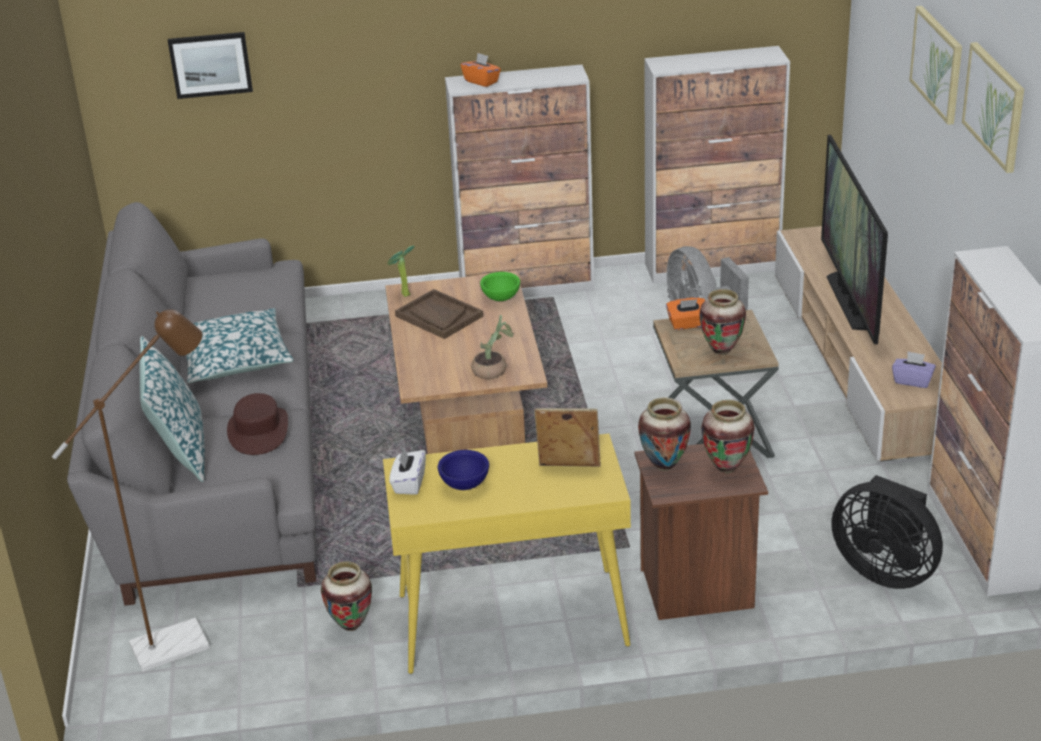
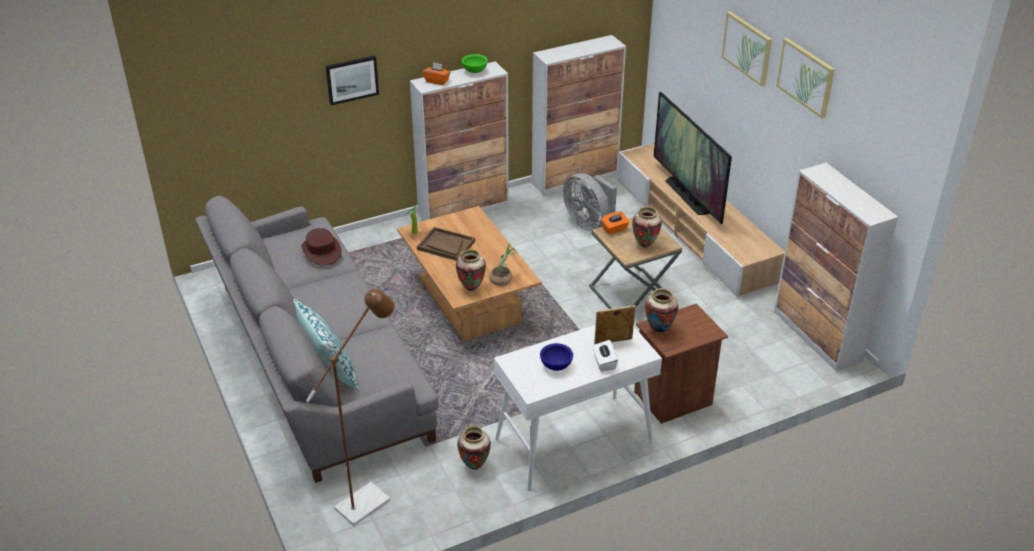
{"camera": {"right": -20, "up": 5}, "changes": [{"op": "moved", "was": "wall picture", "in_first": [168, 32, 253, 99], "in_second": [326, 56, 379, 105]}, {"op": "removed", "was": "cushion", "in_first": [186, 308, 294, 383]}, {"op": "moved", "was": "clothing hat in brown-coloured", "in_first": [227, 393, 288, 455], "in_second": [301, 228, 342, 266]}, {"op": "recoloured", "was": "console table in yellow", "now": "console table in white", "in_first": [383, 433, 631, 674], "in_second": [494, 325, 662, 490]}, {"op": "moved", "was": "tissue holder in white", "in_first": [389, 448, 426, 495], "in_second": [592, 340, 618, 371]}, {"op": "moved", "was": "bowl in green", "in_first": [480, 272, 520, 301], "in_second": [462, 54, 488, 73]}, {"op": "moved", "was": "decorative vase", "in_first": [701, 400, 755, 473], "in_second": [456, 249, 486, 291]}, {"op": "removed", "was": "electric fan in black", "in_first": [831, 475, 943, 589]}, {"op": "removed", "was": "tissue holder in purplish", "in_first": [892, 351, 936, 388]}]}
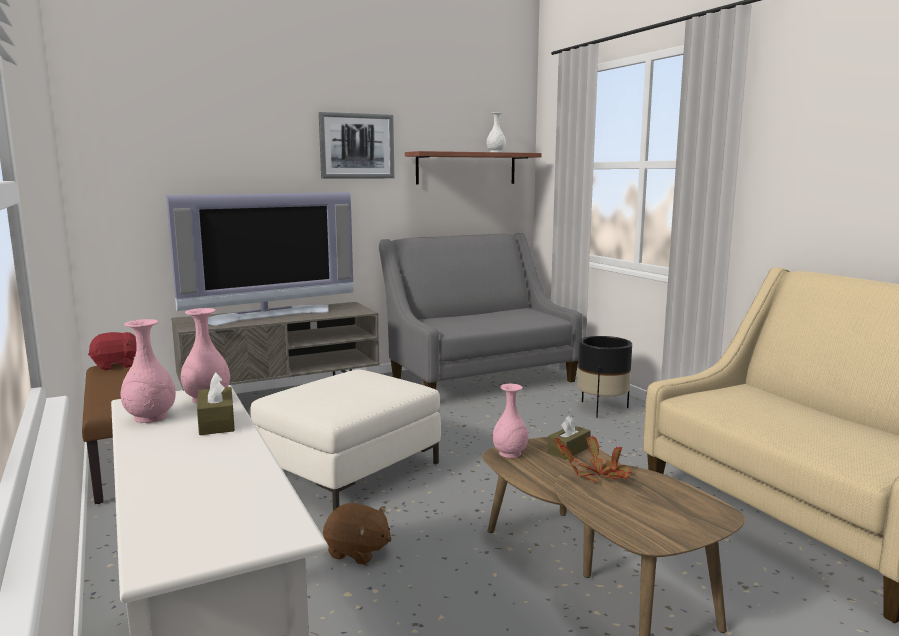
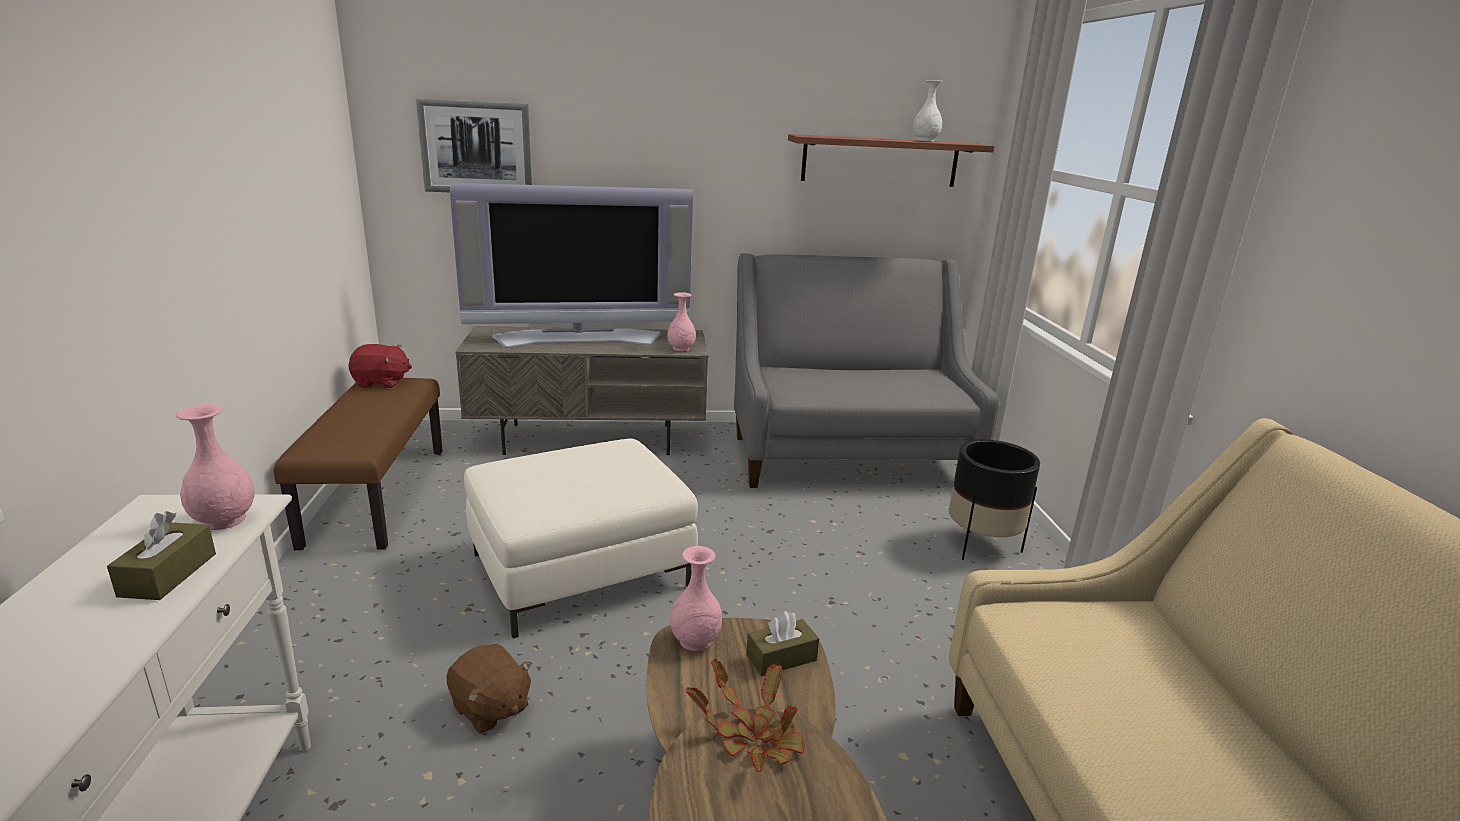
{"camera": {"right": 20, "up": 10}, "changes": [{"op": "moved", "was": "decorative vase in pink-coloured", "in_first": [120, 319, 176, 423], "in_second": [667, 292, 696, 352]}, {"op": "moved", "was": "wall picture", "in_first": [319, 112, 394, 179], "in_second": [416, 99, 532, 192]}]}
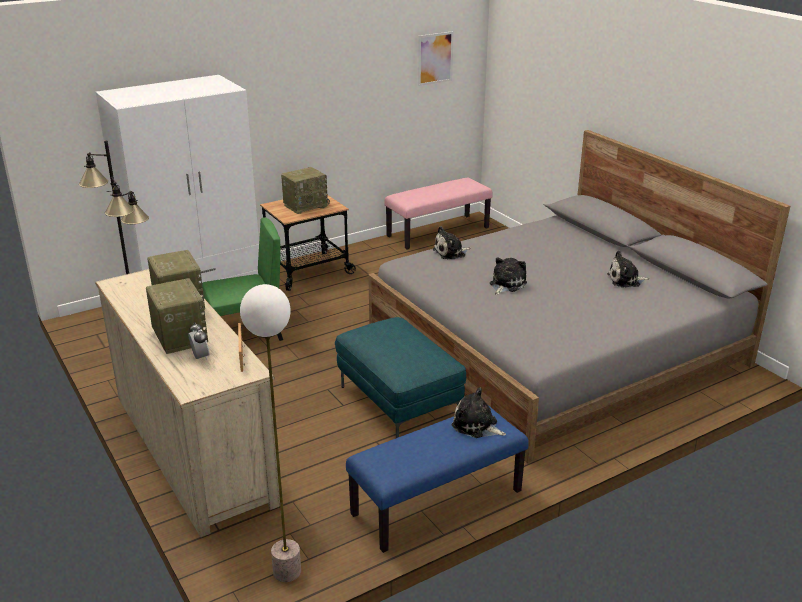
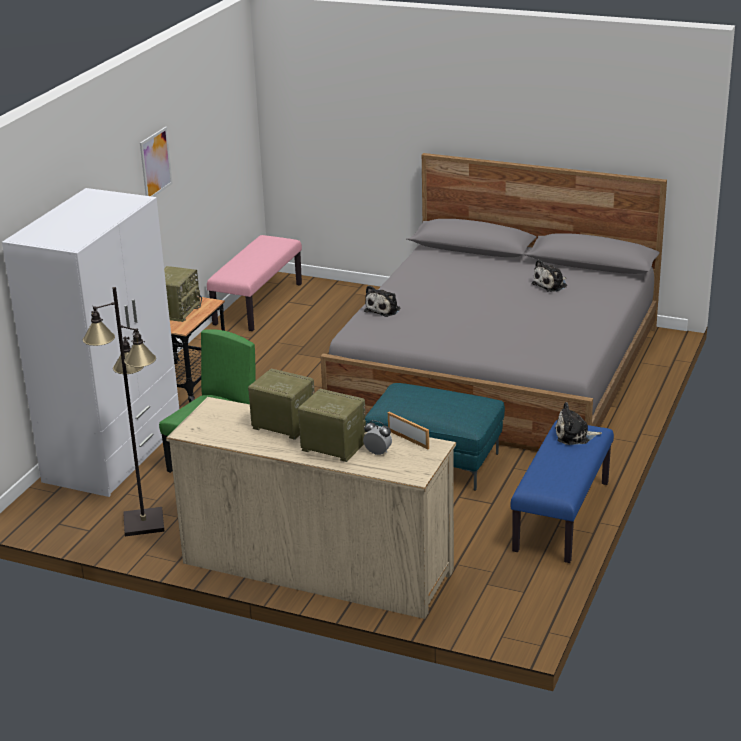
{"camera": {"right": -35, "up": 0}, "changes": [{"op": "removed", "was": "standing lamp", "in_first": [240, 284, 301, 582]}, {"op": "moved", "was": "wall picture", "in_first": [418, 31, 454, 86], "in_second": [140, 127, 173, 197]}, {"op": "removed", "was": "cuddly toy", "in_first": [490, 258, 527, 295]}]}
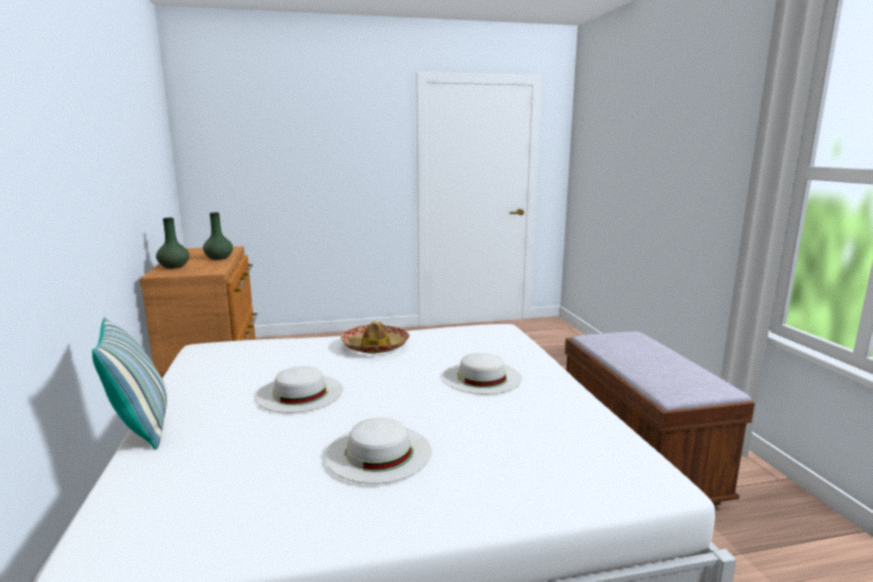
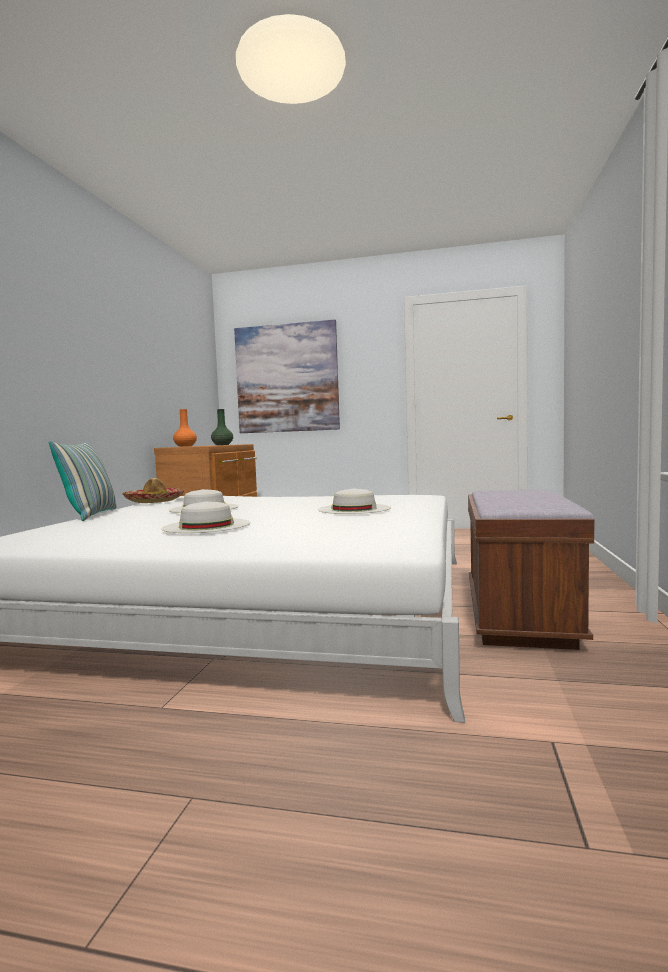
{"camera": {"right": 25, "up": -10}, "changes": [{"op": "recoloured", "was": "decorative vase in green", "now": "decorative vase in orange-coloured", "in_first": [156, 218, 189, 269], "in_second": [173, 409, 197, 447]}, {"op": "moved", "was": "clothing hat", "in_first": [341, 321, 409, 354], "in_second": [122, 478, 185, 503]}, {"op": "added", "now": "wall picture", "in_second": [234, 319, 340, 433]}]}
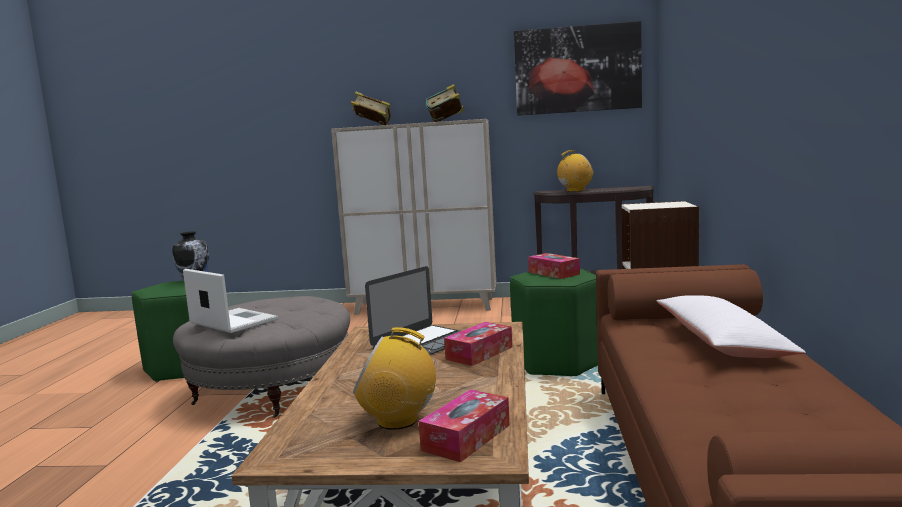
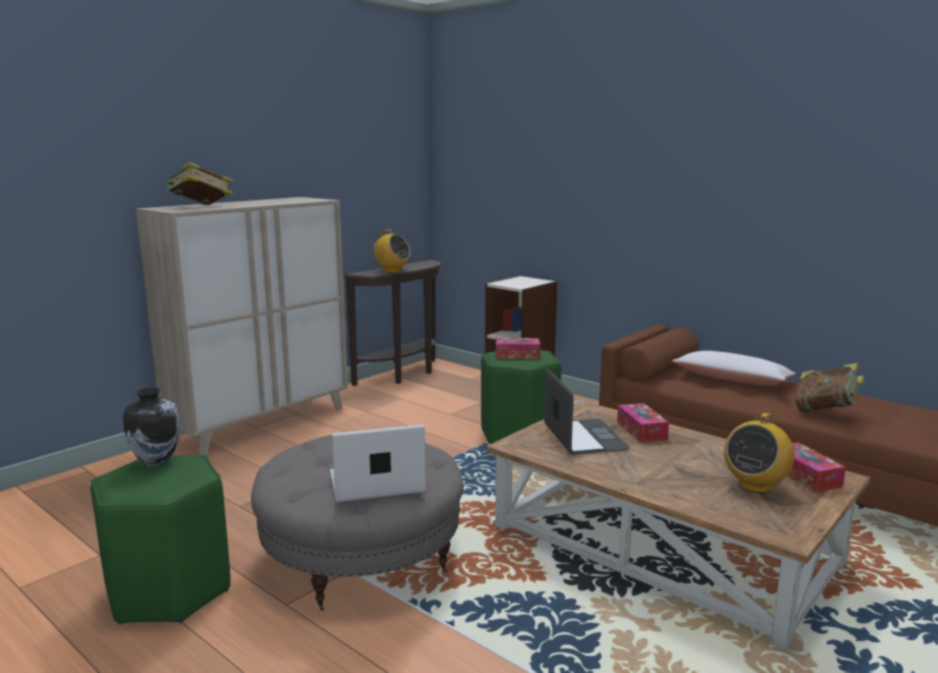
{"camera": {"right": -55, "up": 5}, "changes": [{"op": "moved", "was": "book", "in_first": [426, 84, 464, 122], "in_second": [795, 363, 864, 412]}, {"op": "removed", "was": "wall picture", "in_first": [514, 21, 642, 116]}, {"op": "turned", "was": "radio receiver", "in_first": [557, 150, 594, 192], "in_second": [373, 229, 410, 273], "clockwise": 105}]}
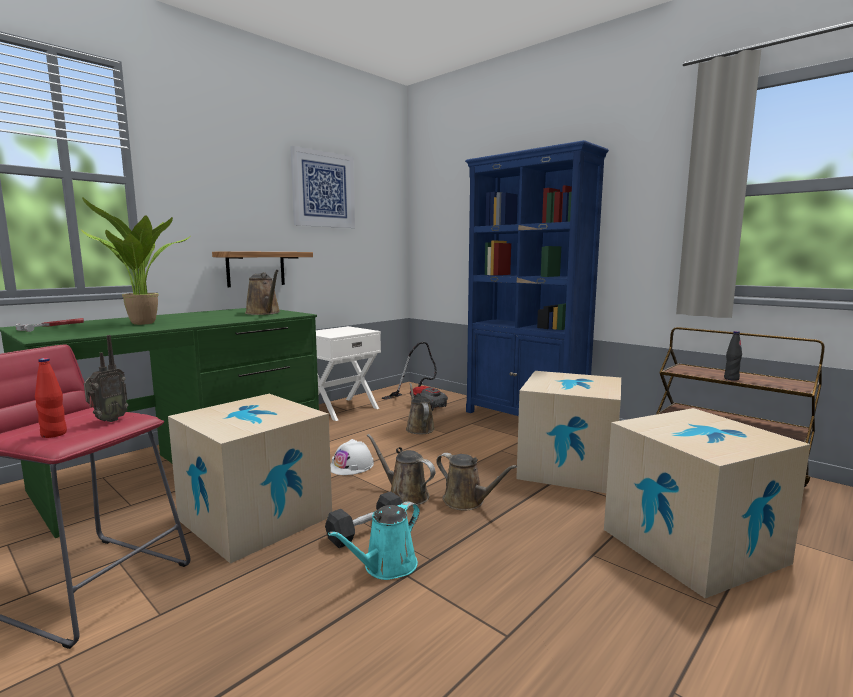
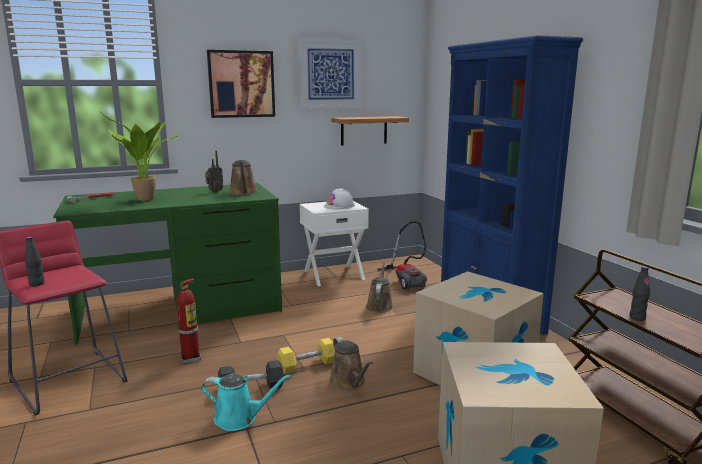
{"camera": {"right": 25, "up": 5}, "changes": [{"op": "recoloured", "was": "bottle in red", "now": "bottle in black", "in_first": [35, 358, 67, 438], "in_second": [25, 237, 45, 286]}, {"op": "moved", "was": "radio receiver", "in_first": [84, 335, 128, 422], "in_second": [205, 151, 224, 192]}, {"op": "replaced", "was": "carton", "now": "fire extinguisher", "in_first": [168, 394, 332, 564], "in_second": [176, 278, 201, 364]}, {"op": "moved", "was": "shelf", "in_first": [212, 251, 313, 287], "in_second": [331, 116, 409, 145]}, {"op": "turned", "was": "sprinkling can in turquoise", "in_first": [328, 501, 420, 580], "in_second": [201, 374, 291, 431], "clockwise": -150}, {"op": "moved", "was": "work helmet in white", "in_first": [331, 439, 374, 475], "in_second": [323, 188, 355, 209]}, {"op": "replaced", "was": "sprinkling can in brown-coloured", "now": "hand weight in yellow", "in_first": [367, 434, 436, 506], "in_second": [277, 338, 335, 374]}, {"op": "added", "now": "wall picture", "in_second": [207, 50, 275, 118]}]}
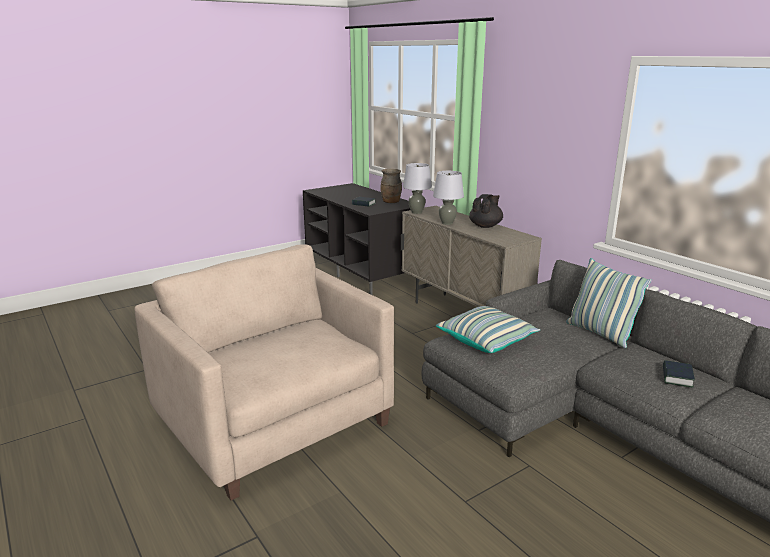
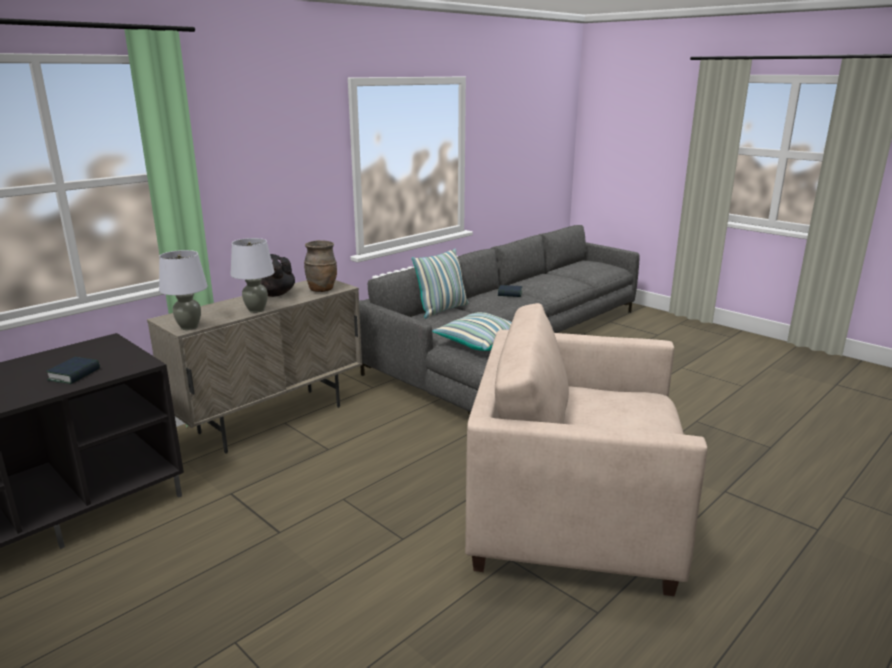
{"camera": {"right": -100, "up": 0}, "changes": [{"op": "turned", "was": "lounge chair in beige-coloured", "in_first": [134, 245, 394, 500], "in_second": [465, 303, 707, 596], "clockwise": 60}, {"op": "moved", "was": "decorative vase in brown-coloured", "in_first": [380, 169, 402, 203], "in_second": [304, 240, 337, 292]}]}
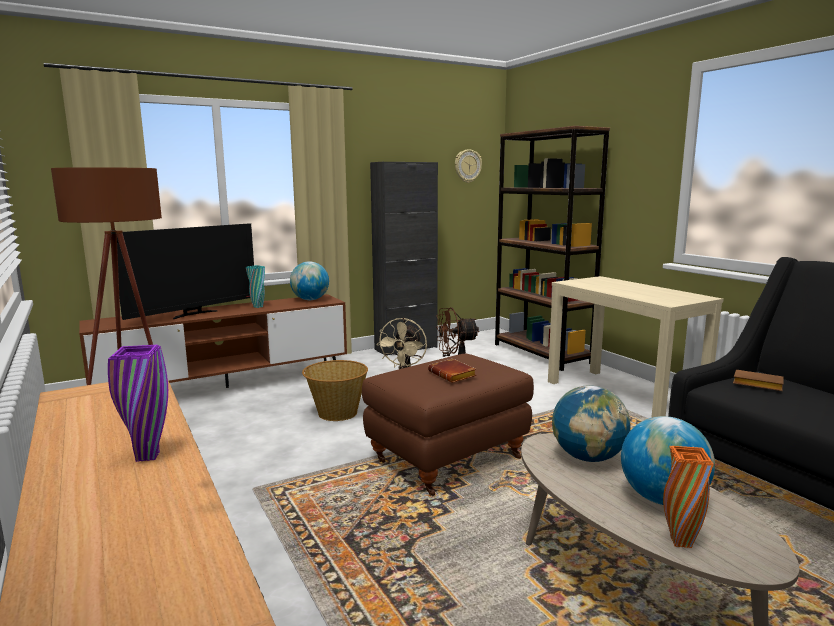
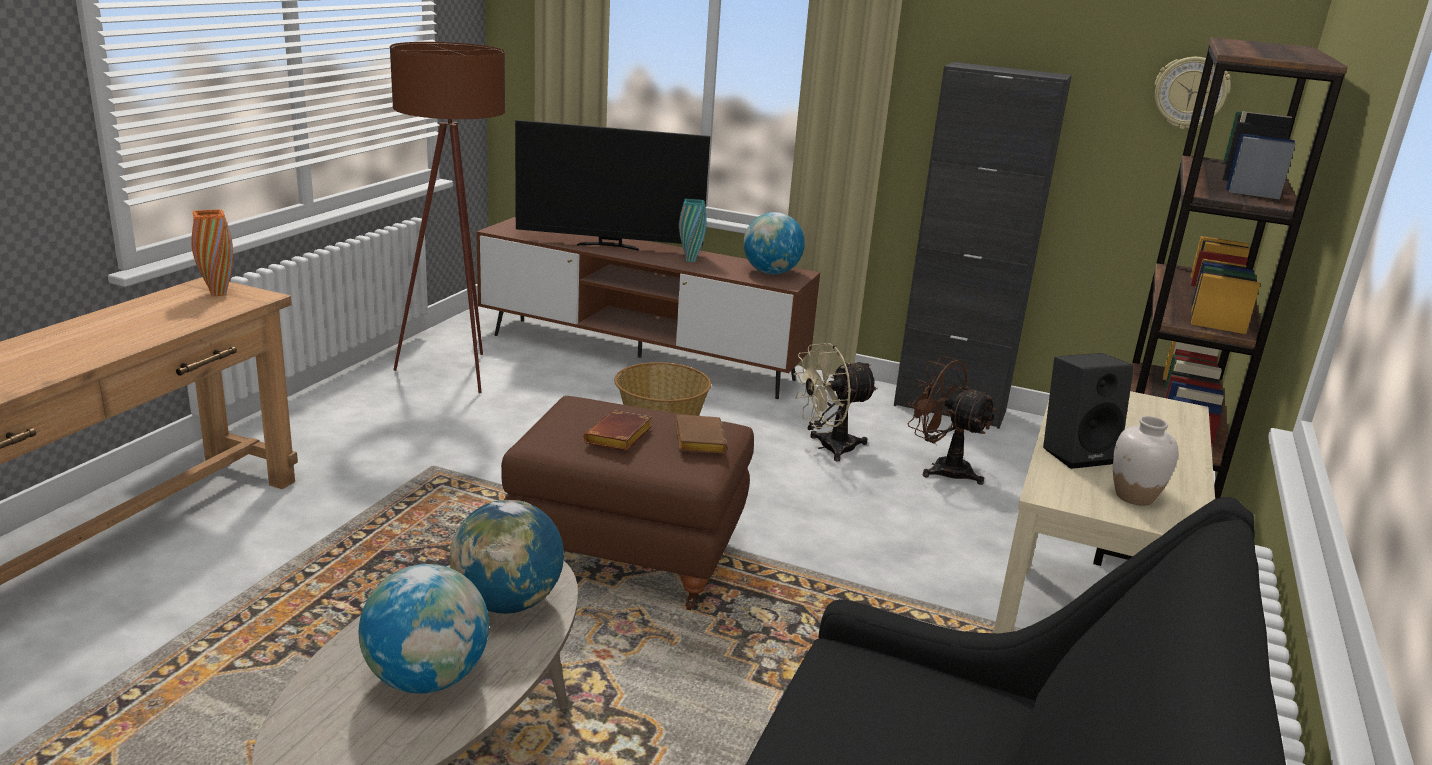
{"camera": {"right": 50, "up": 10}, "changes": [{"op": "removed", "was": "decorative vase in purplish", "in_first": [108, 345, 168, 462]}, {"op": "moved", "was": "decorative vase in orange-coloured", "in_first": [663, 446, 714, 548], "in_second": [191, 209, 233, 297]}, {"op": "moved", "was": "book in brown-coloured", "in_first": [733, 370, 784, 391], "in_second": [675, 414, 728, 454]}, {"op": "added", "now": "loudspeaker in black", "in_second": [1043, 353, 1134, 469]}, {"op": "added", "now": "decorative vase in white", "in_second": [1113, 416, 1178, 506]}]}
